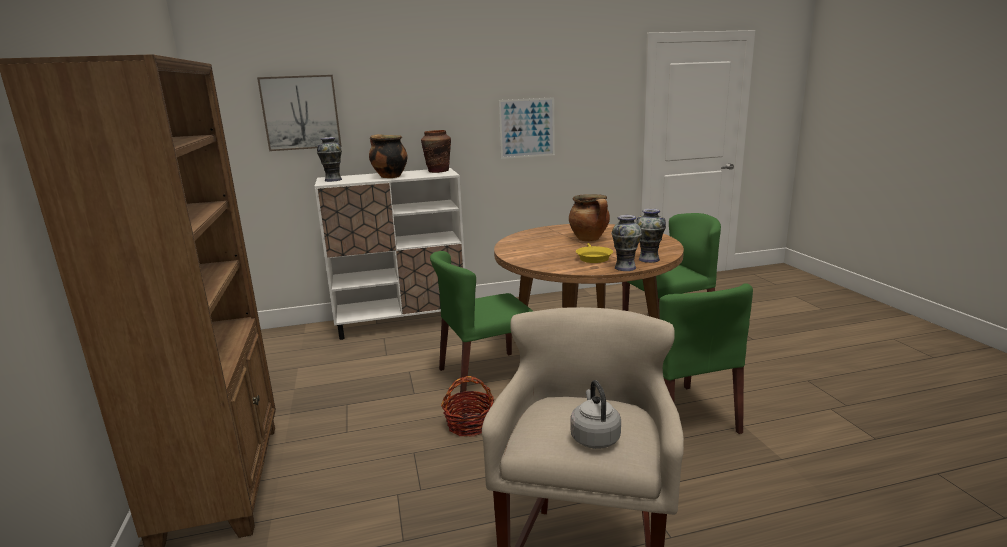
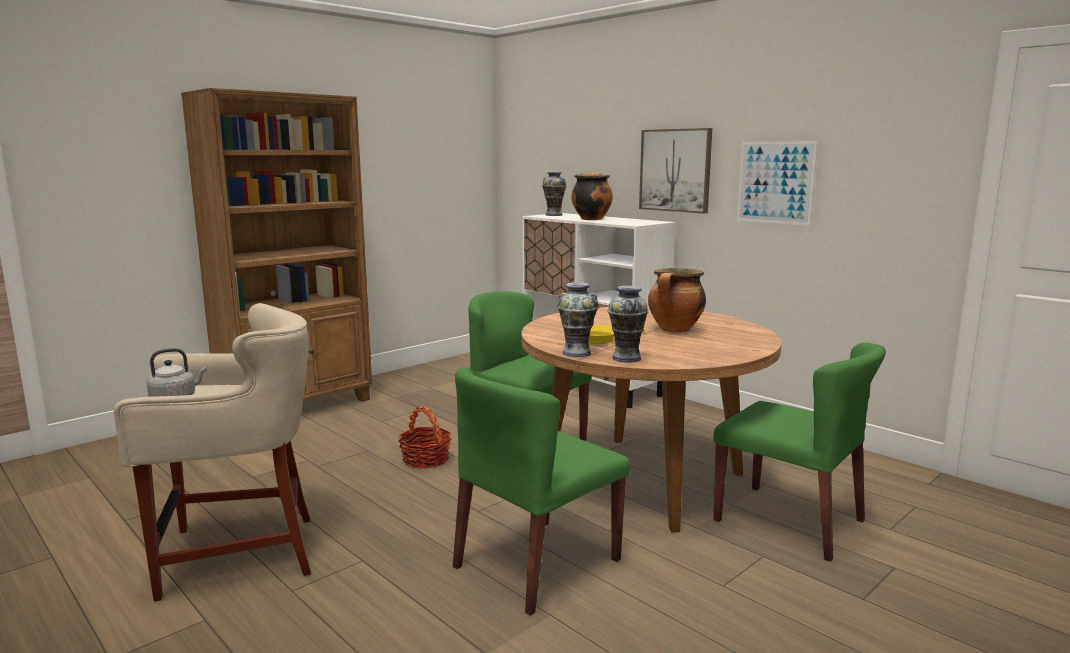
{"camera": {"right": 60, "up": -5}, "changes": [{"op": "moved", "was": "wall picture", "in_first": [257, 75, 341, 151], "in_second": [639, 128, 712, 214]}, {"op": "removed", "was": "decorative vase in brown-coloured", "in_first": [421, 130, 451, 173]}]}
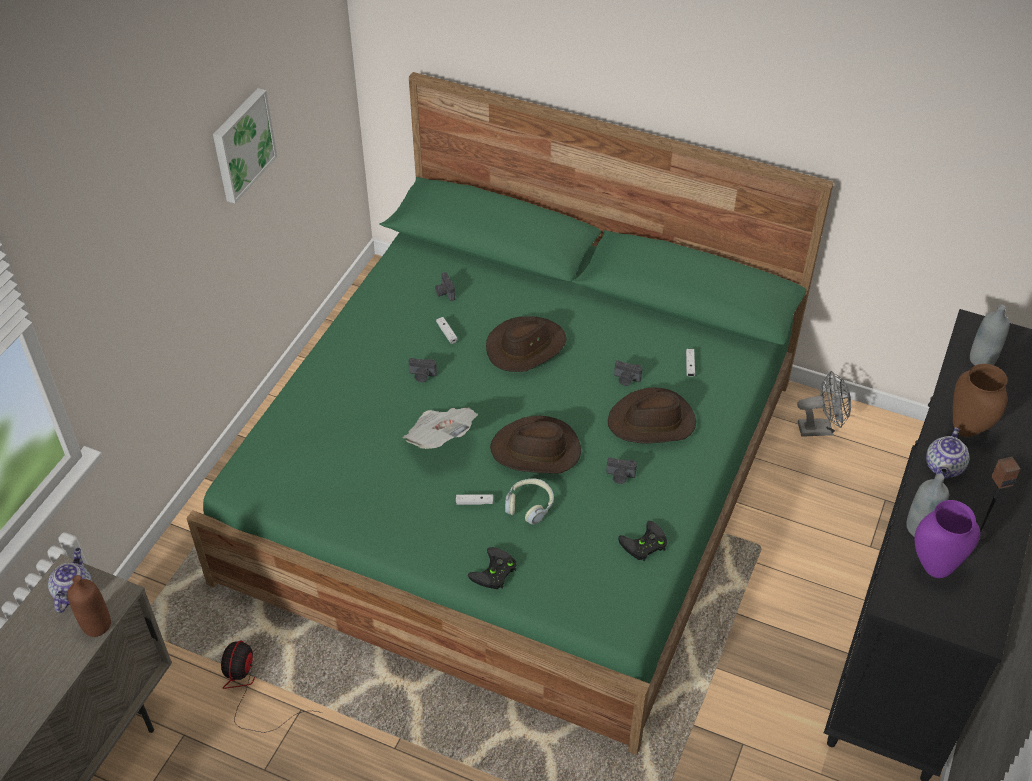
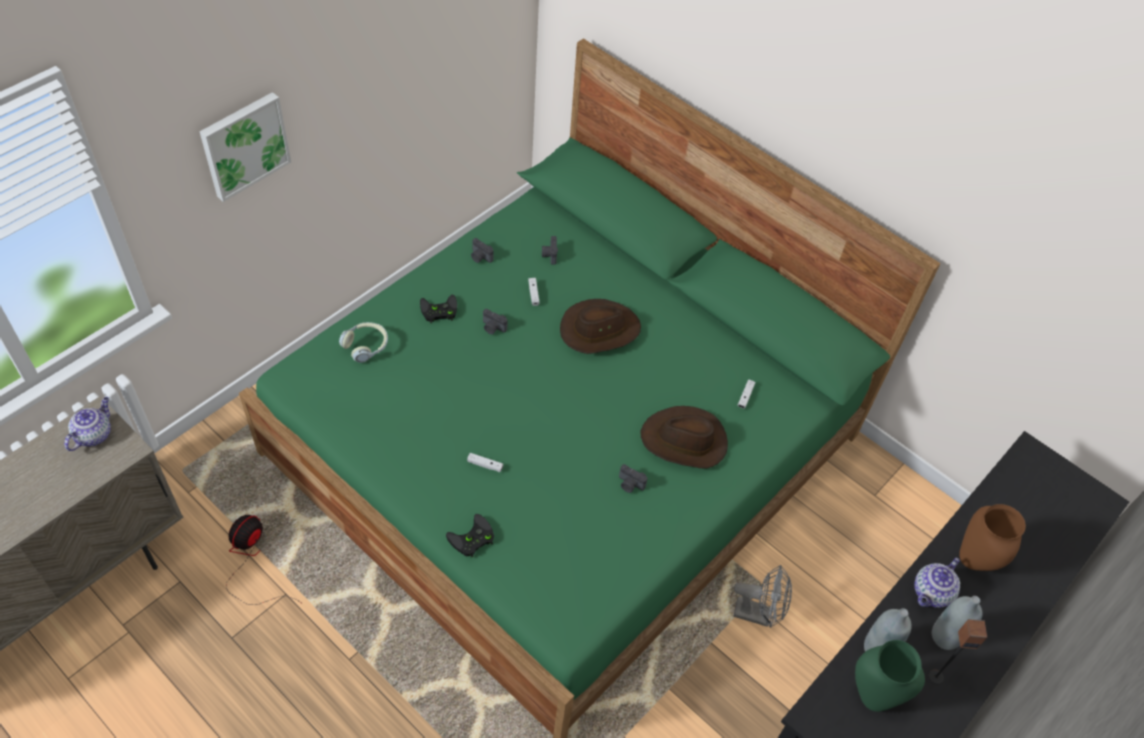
{"camera": {"right": 15, "up": 5}, "changes": [{"op": "removed", "was": "bottle in brown-coloured", "in_first": [68, 575, 111, 637]}, {"op": "moved", "was": "wall picture", "in_first": [213, 88, 277, 204], "in_second": [200, 92, 291, 202]}, {"op": "removed", "was": "newspaper", "in_first": [402, 407, 478, 449]}, {"op": "removed", "was": "clothing hat in brown-coloured", "in_first": [490, 416, 581, 474]}, {"op": "moved", "was": "pair of headphones", "in_first": [505, 478, 554, 524], "in_second": [339, 322, 388, 363]}, {"op": "moved", "was": "still camera", "in_first": [614, 361, 642, 386], "in_second": [471, 238, 493, 263]}, {"op": "moved", "was": "game controller in black", "in_first": [618, 521, 667, 561], "in_second": [420, 294, 457, 323]}, {"op": "moved", "was": "electric fan in gray", "in_first": [797, 371, 851, 437], "in_second": [734, 565, 792, 628]}, {"op": "recoloured", "was": "decorative vase in purplish", "now": "decorative vase in green", "in_first": [915, 500, 981, 578], "in_second": [855, 640, 925, 712]}, {"op": "moved", "was": "bottle in gray", "in_first": [970, 304, 1010, 365], "in_second": [932, 596, 983, 650]}]}
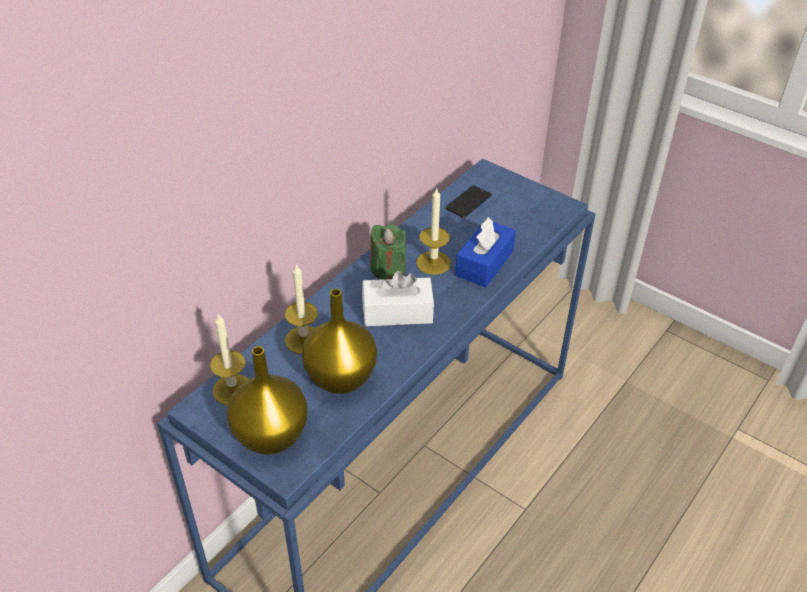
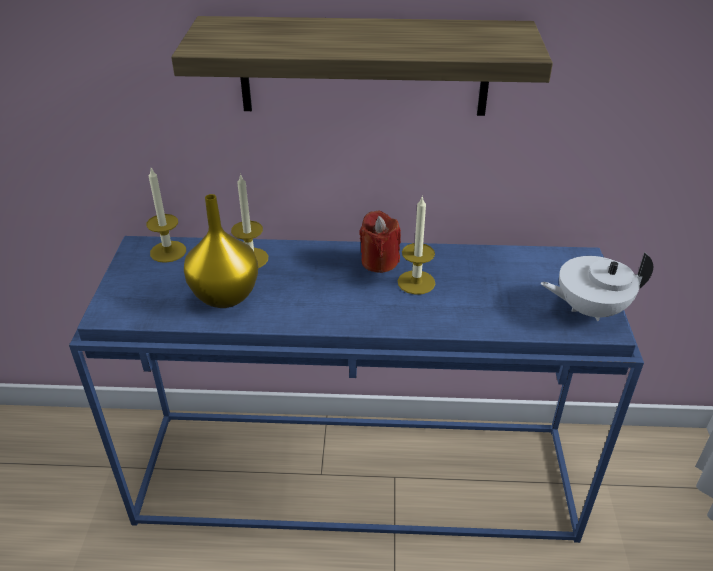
{"camera": {"right": 55, "up": -5}, "changes": [{"op": "removed", "was": "decorative vase in yellow", "in_first": [227, 346, 308, 455]}, {"op": "removed", "was": "tissue holder in white", "in_first": [362, 271, 434, 326]}, {"op": "recoloured", "was": "candle in green", "now": "candle in red", "in_first": [370, 224, 406, 279], "in_second": [359, 210, 401, 273]}, {"op": "removed", "was": "handset", "in_first": [446, 185, 492, 218]}, {"op": "removed", "was": "tissue holder in blue", "in_first": [455, 217, 516, 287]}, {"op": "added", "now": "shelf", "in_second": [171, 16, 553, 116]}, {"op": "added", "now": "pot for tea in white", "in_second": [540, 252, 653, 321]}]}
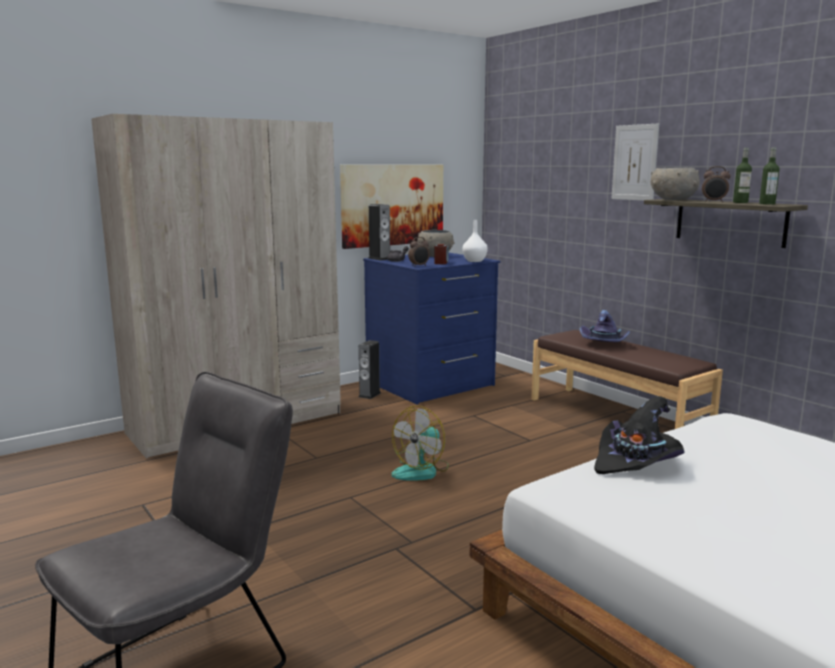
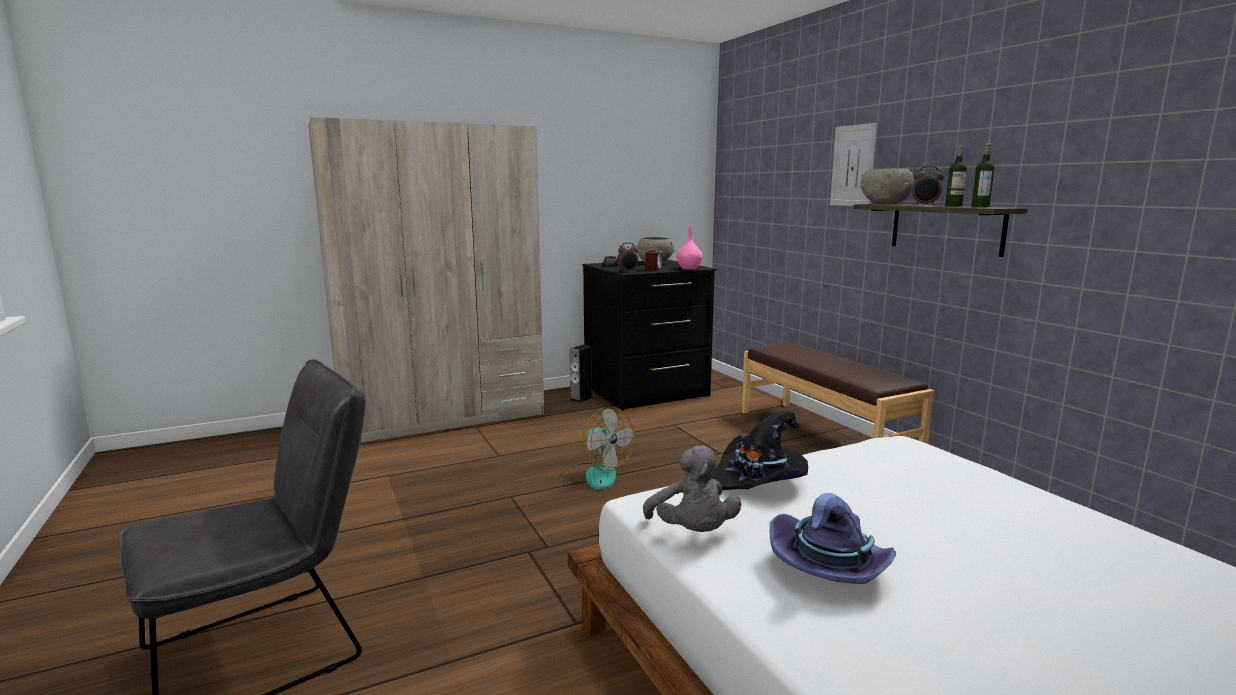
{"camera": {"right": 10, "up": 0}, "changes": [{"op": "removed", "was": "wall picture", "in_first": [340, 165, 443, 249]}, {"op": "recoloured", "was": "chest of drawers in blue", "now": "chest of drawers in black", "in_first": [363, 253, 500, 405], "in_second": [582, 259, 717, 411]}, {"op": "removed", "was": "loudspeaker", "in_first": [368, 204, 390, 261]}, {"op": "turned", "was": "electric fan", "in_first": [392, 406, 449, 481], "in_second": [558, 406, 635, 490], "clockwise": -90}, {"op": "recoloured", "was": "decorative vase in white", "now": "decorative vase in pink-coloured", "in_first": [462, 220, 488, 262], "in_second": [677, 226, 703, 269]}, {"op": "moved", "was": "clothing hat in purplish", "in_first": [580, 310, 630, 342], "in_second": [770, 493, 896, 584]}, {"op": "added", "now": "cuddly toy in gray", "in_second": [643, 446, 742, 532]}]}
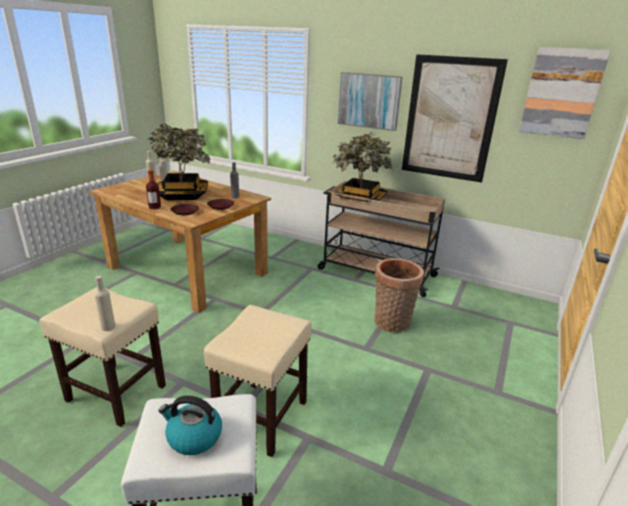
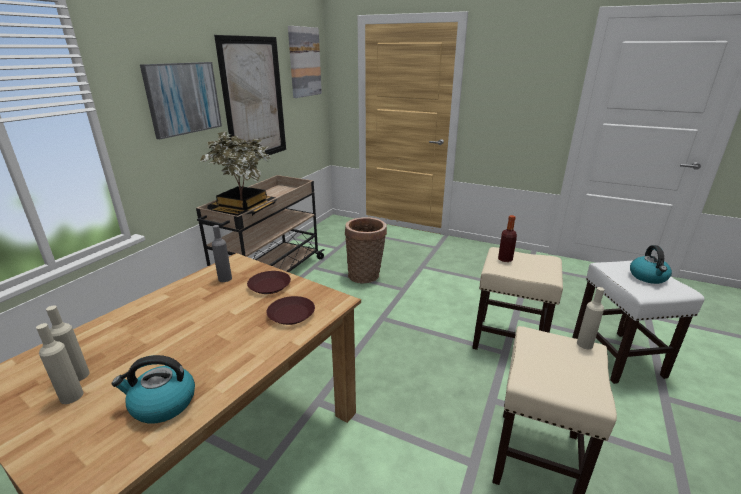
{"camera": {"right": -90, "up": 0}, "changes": [{"op": "moved", "was": "bottle", "in_first": [146, 170, 161, 209], "in_second": [498, 215, 517, 262]}, {"op": "removed", "was": "plant in a pot", "in_first": [148, 123, 210, 200]}, {"op": "added", "now": "tea kettle", "in_second": [112, 355, 195, 424]}]}
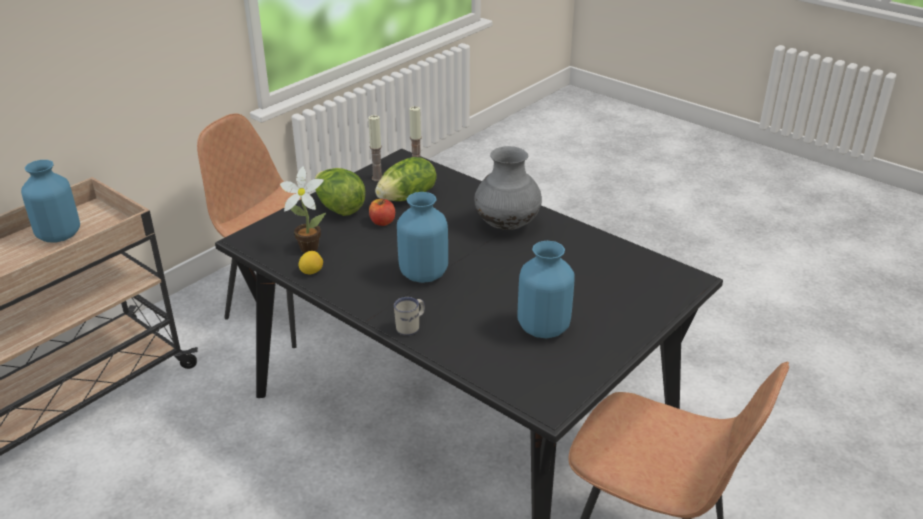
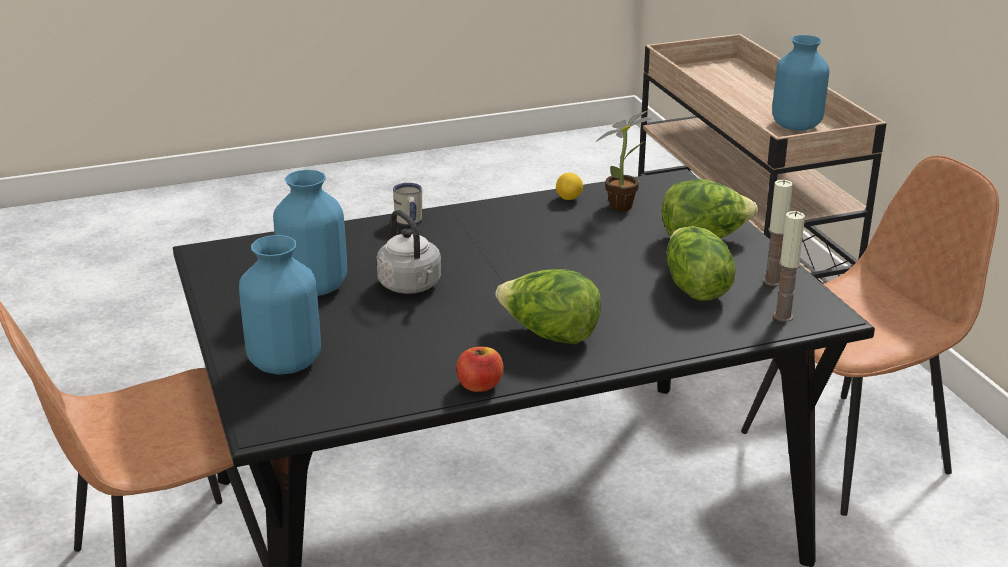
{"camera": {"right": 120, "up": -5}, "changes": [{"op": "moved", "was": "whole apple", "in_first": [369, 199, 395, 226], "in_second": [456, 347, 504, 392]}, {"op": "moved", "was": "decorative vase in blue", "in_first": [397, 192, 448, 283], "in_second": [239, 235, 321, 375]}, {"op": "replaced", "was": "decorative vase in gray", "now": "head of lettuce", "in_first": [475, 146, 542, 230], "in_second": [495, 269, 601, 344]}, {"op": "added", "now": "tea kettle in gray", "in_second": [377, 210, 441, 294]}]}
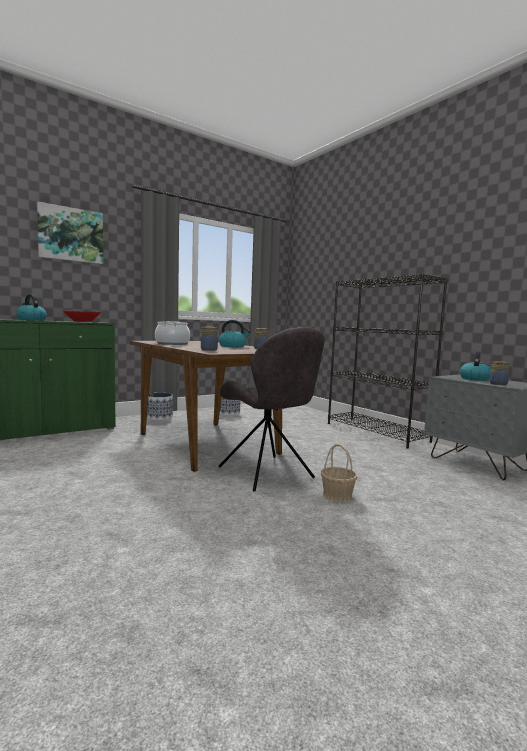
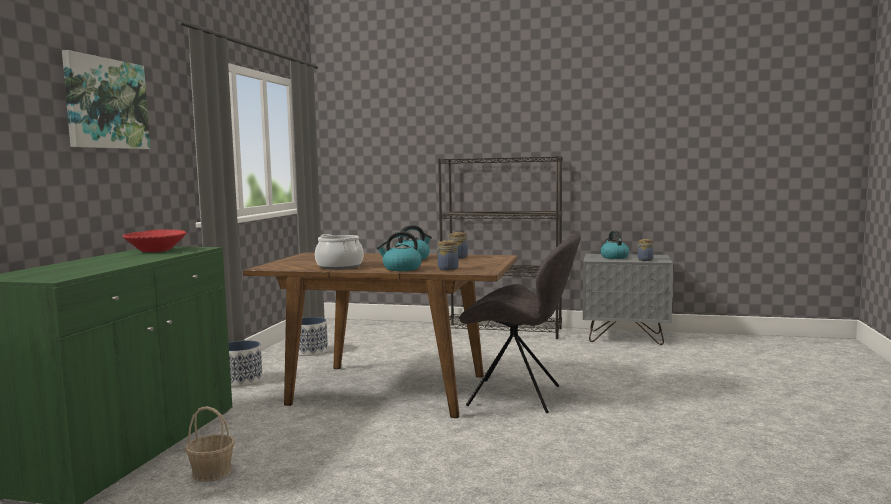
{"camera": {"right": -40, "up": 0}, "changes": [{"op": "moved", "was": "tea kettle", "in_first": [16, 294, 47, 321], "in_second": [376, 231, 422, 271]}, {"op": "moved", "was": "storage basket", "in_first": [321, 444, 357, 502], "in_second": [185, 406, 235, 482]}]}
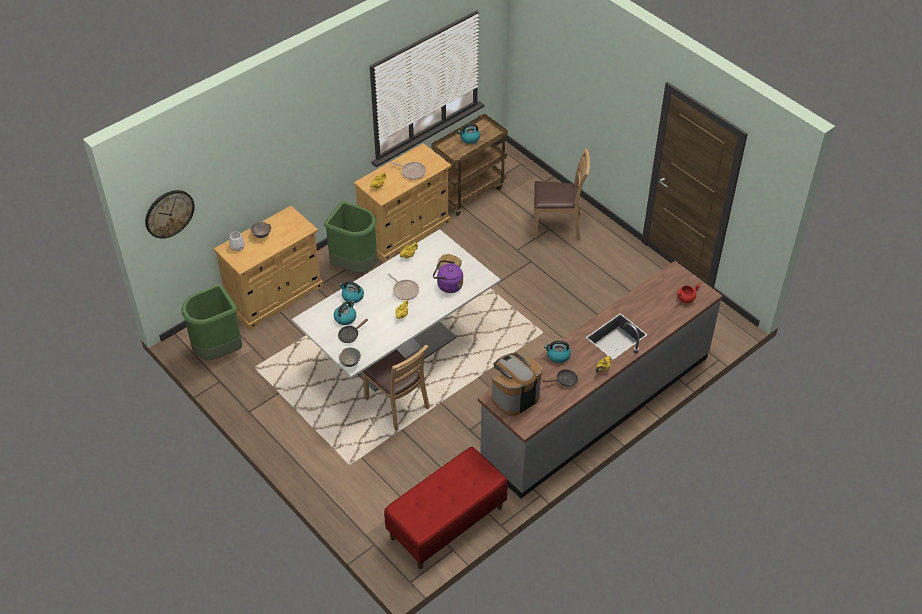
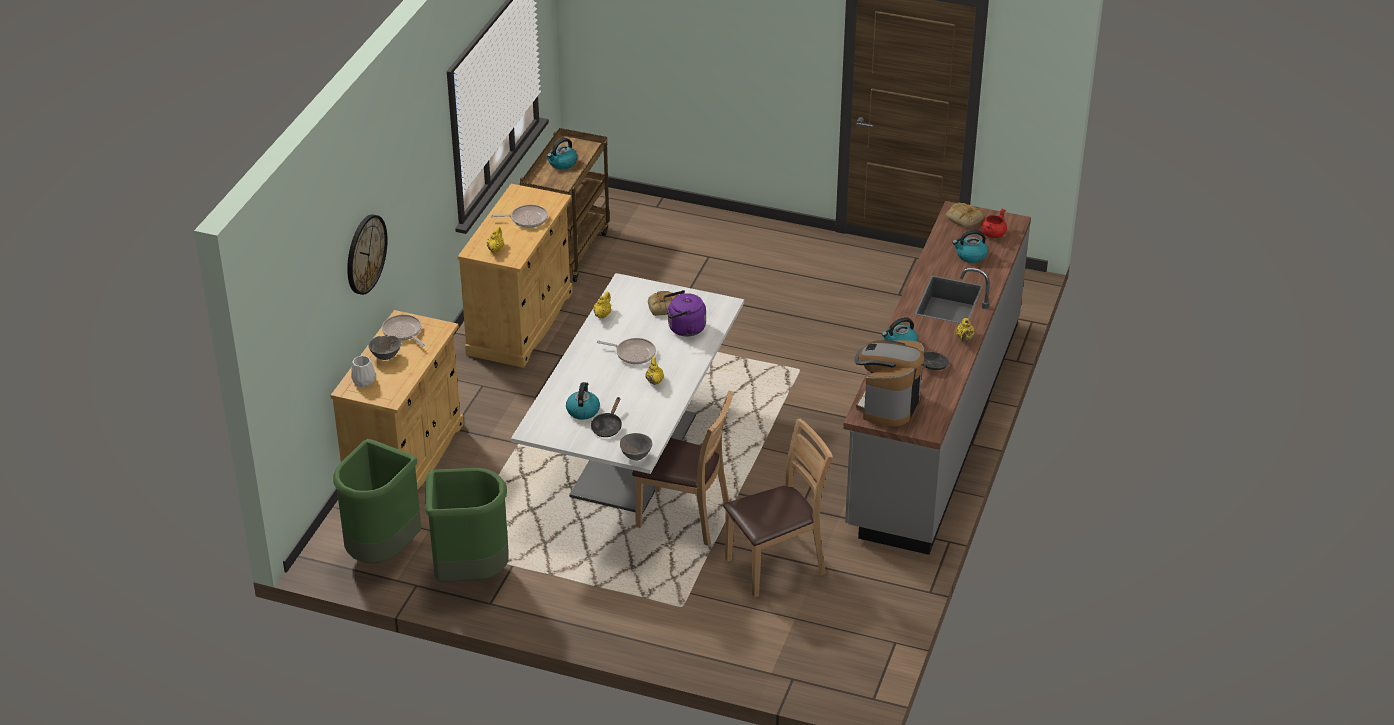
{"camera": {"right": -30, "up": -10}, "changes": [{"op": "moved", "was": "clock on the wall", "in_first": [145, 190, 195, 238], "in_second": [347, 214, 387, 295]}, {"op": "moved", "was": "rubbish bin in green", "in_first": [324, 201, 377, 273], "in_second": [425, 468, 509, 582]}, {"op": "moved", "was": "tea kettle", "in_first": [339, 281, 364, 303], "in_second": [952, 230, 988, 263]}, {"op": "removed", "was": "indoor bench in red", "in_first": [384, 447, 508, 569]}, {"op": "moved", "was": "upright chair in brown-coloured", "in_first": [534, 148, 590, 240], "in_second": [723, 419, 833, 598]}, {"op": "added", "now": "frying pan", "in_second": [382, 314, 425, 347]}, {"op": "added", "now": "bakery bread", "in_second": [946, 203, 984, 228]}]}
